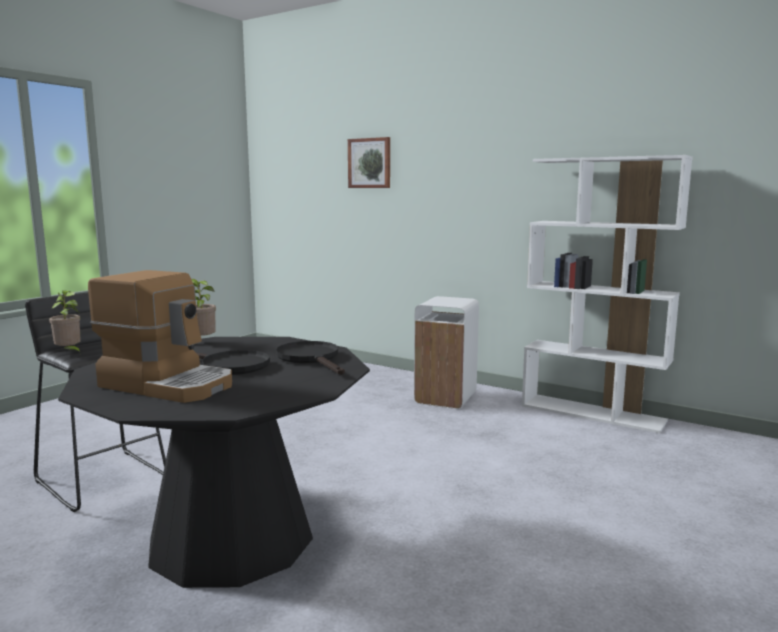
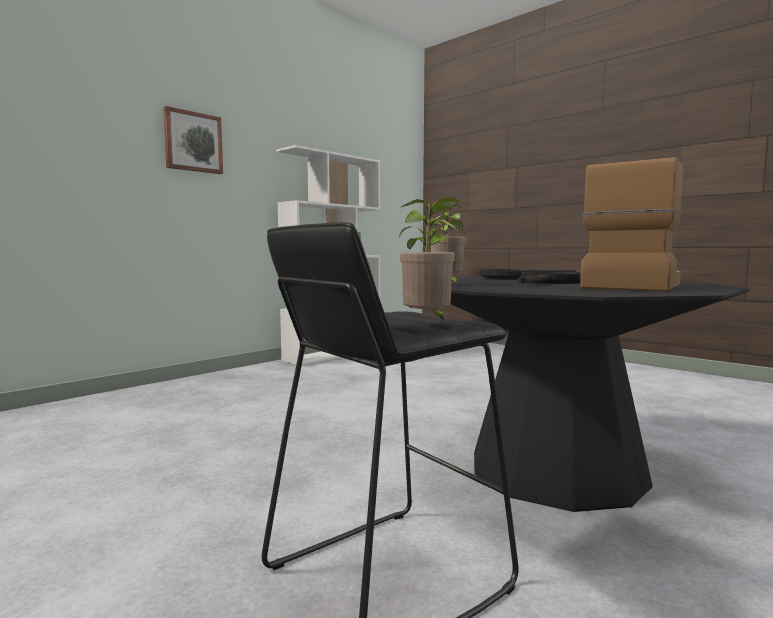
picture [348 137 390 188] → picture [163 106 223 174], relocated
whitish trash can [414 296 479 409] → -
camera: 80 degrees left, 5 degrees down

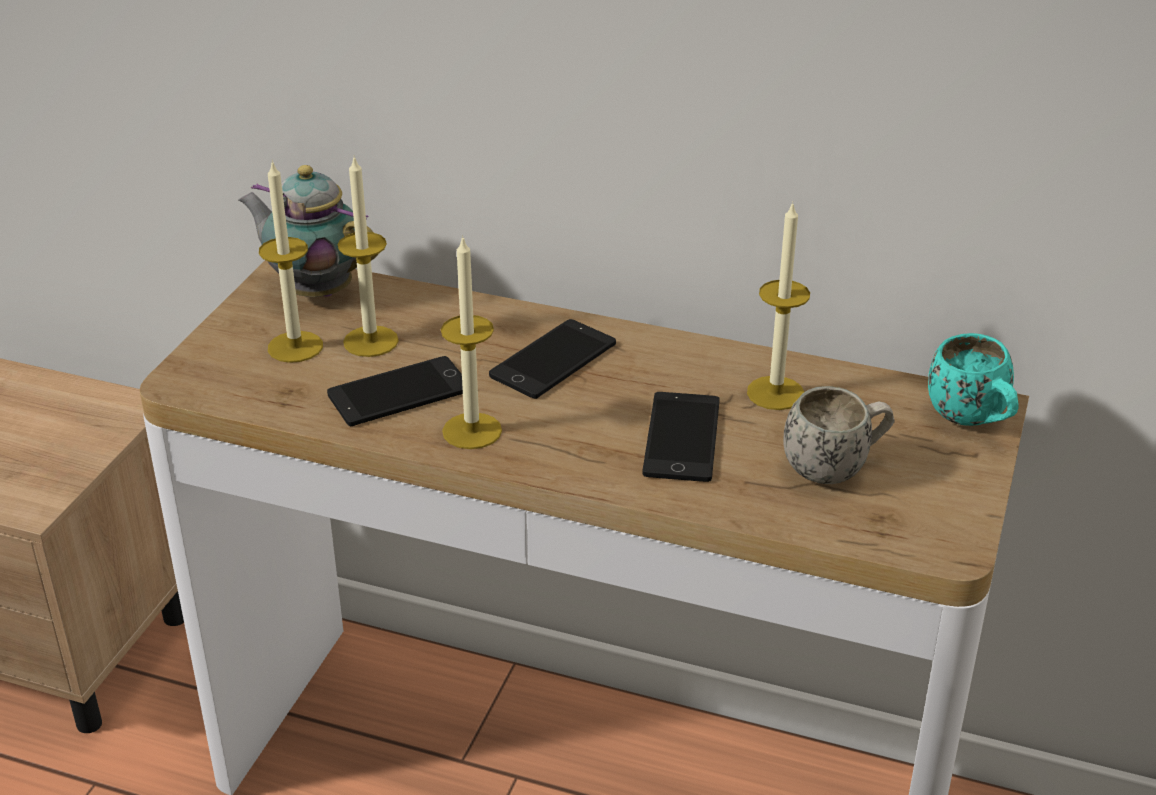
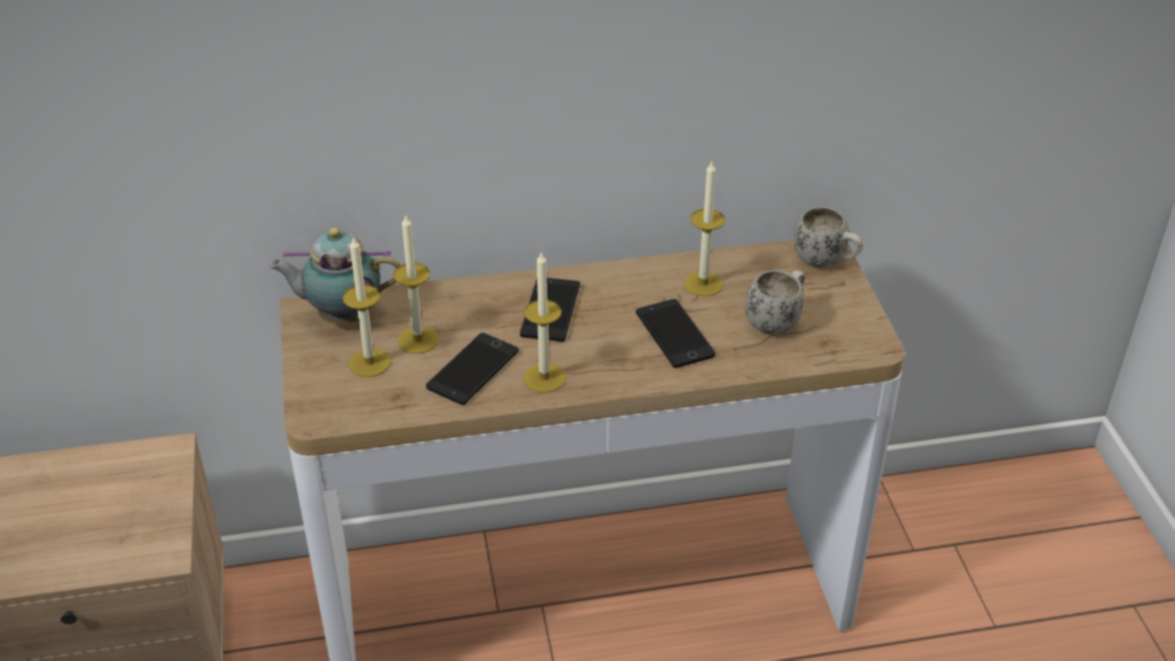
turquoise-coloured mug [928 333 1019 426] → whitish mug [794 206 863 267]
camera: 30 degrees left, 5 degrees up

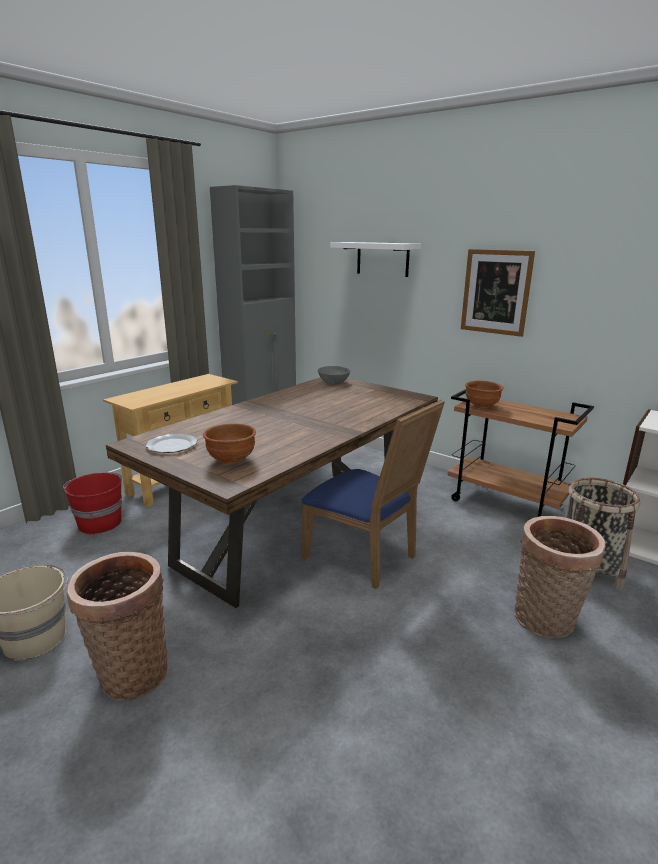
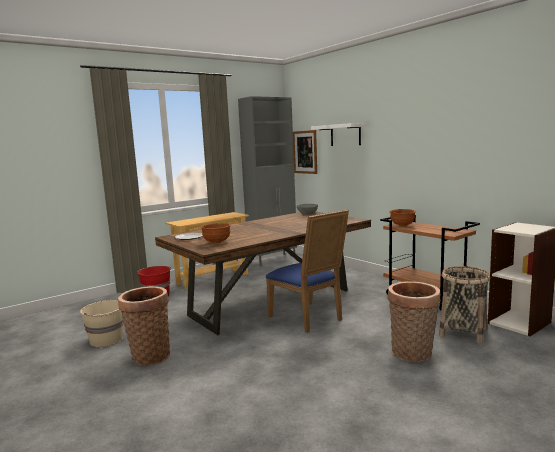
picture [461 249 535 337] → picture [293 130 317 174], relocated
camera: 15 degrees right, 10 degrees down

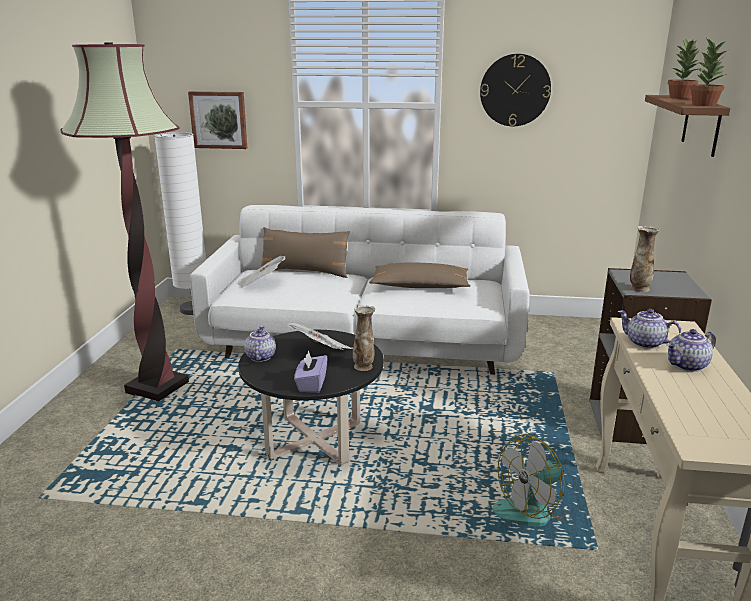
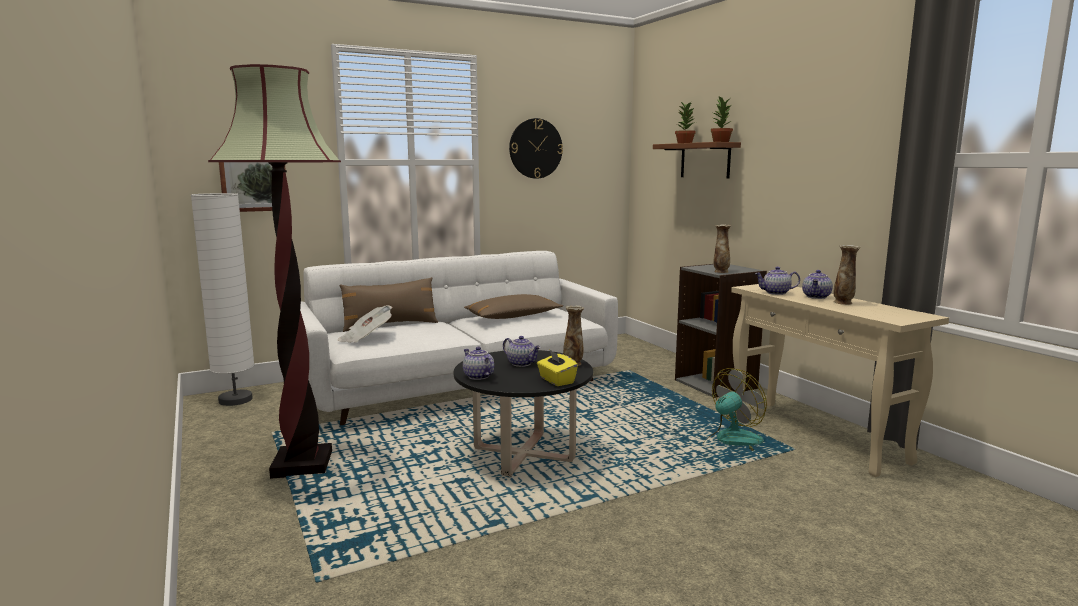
printed paper [287 323 353 350] → pot for tea [503 336 541 367]
purple-coloured box of tissues [294 350 327 393] → yellow box of tissues [537 349 578 386]
electric fan [492 434 570 527] → electric fan [703 368 767 451], 150 degrees counterclockwise
- → flower vase [833 245 861 305]
camera: 35 degrees left, 10 degrees down

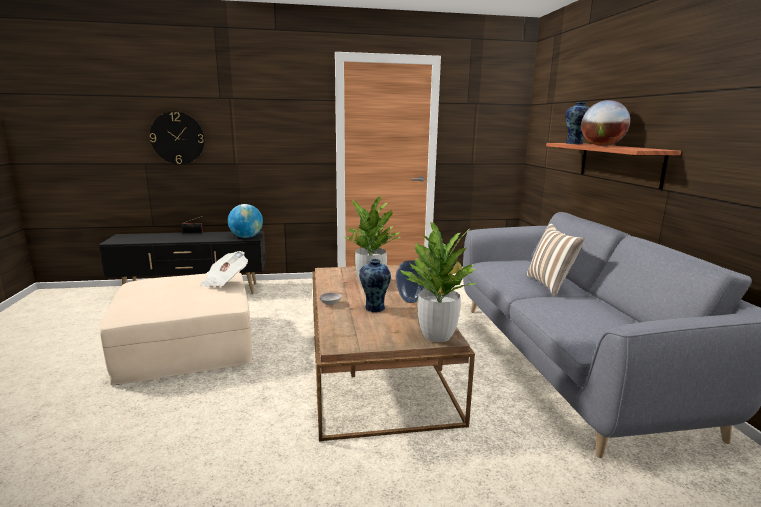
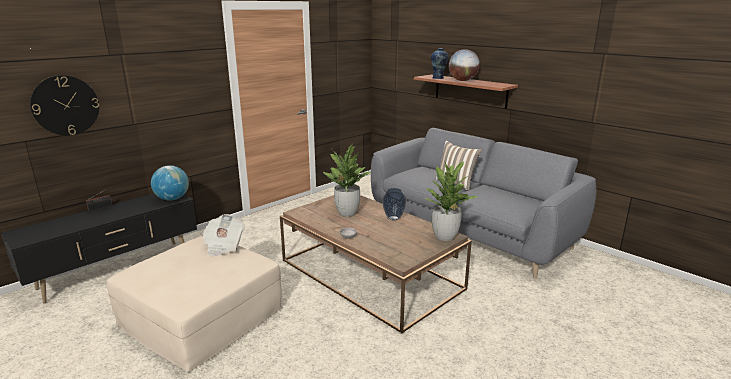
flower vase [359 259 391 312] → -
camera: 35 degrees left, 5 degrees up

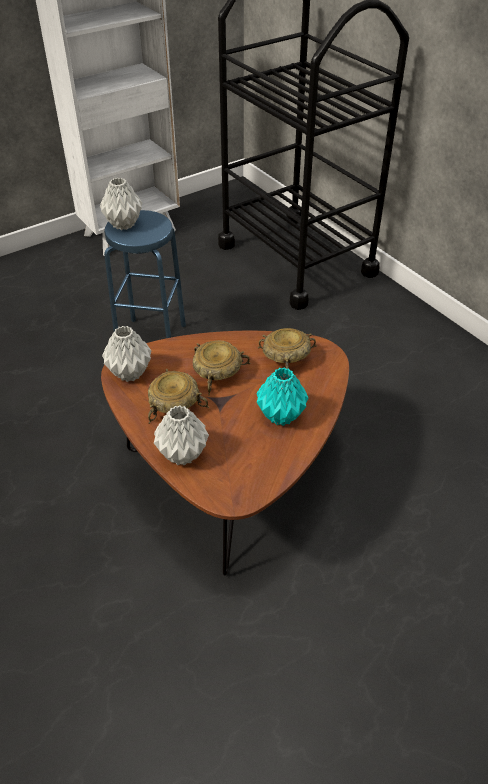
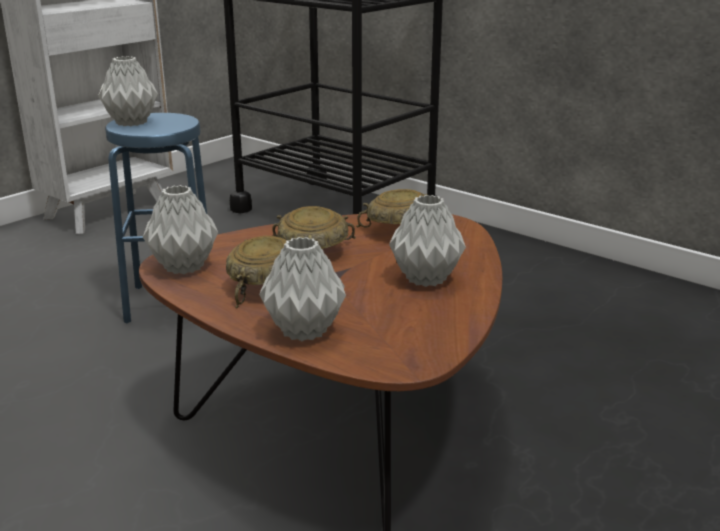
turquoise-coloured flower vase [256 367 308 426] → gray flower vase [389 195 466 287]
camera: 15 degrees left, 20 degrees down

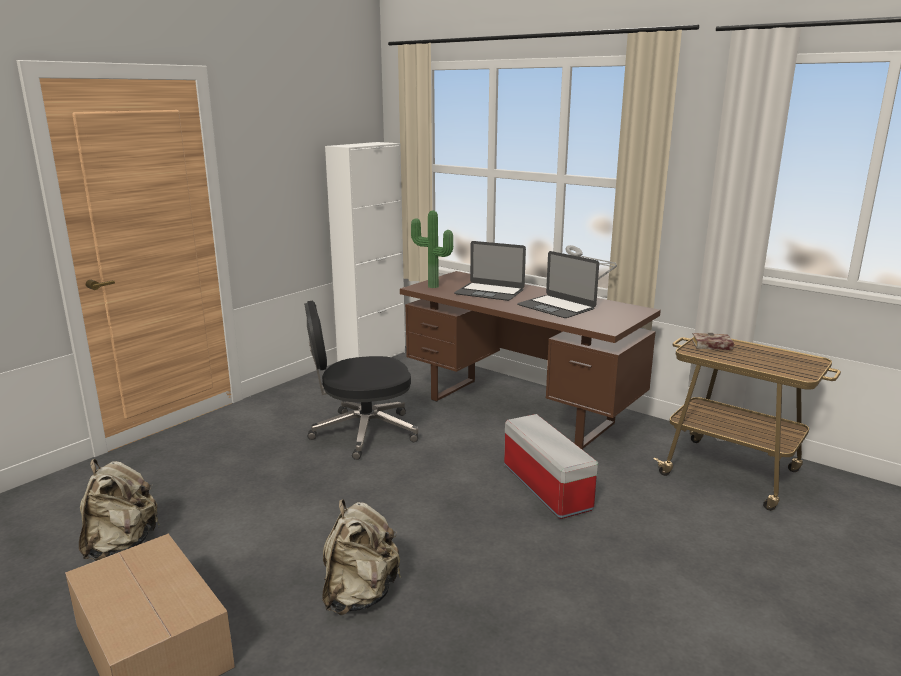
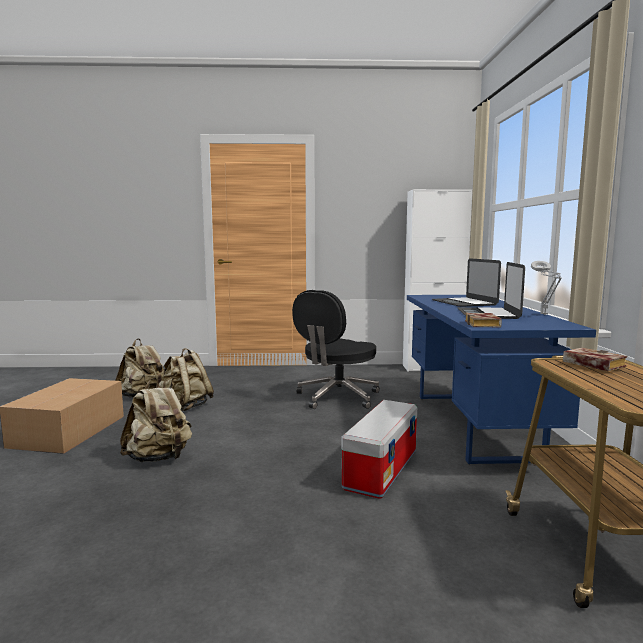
plant in a pot [411 210 453 288] → -
brown-coloured desk [400 271 661 450] → blue desk [407 295 596 465]
black desk chair [304 300 418 460] → black desk chair [292 290 380 409], 90 degrees counterclockwise
- → volume [465 313 502 327]
- → beige-coloured backpack [159 348 214 411]
camera: 50 degrees right, 10 degrees down

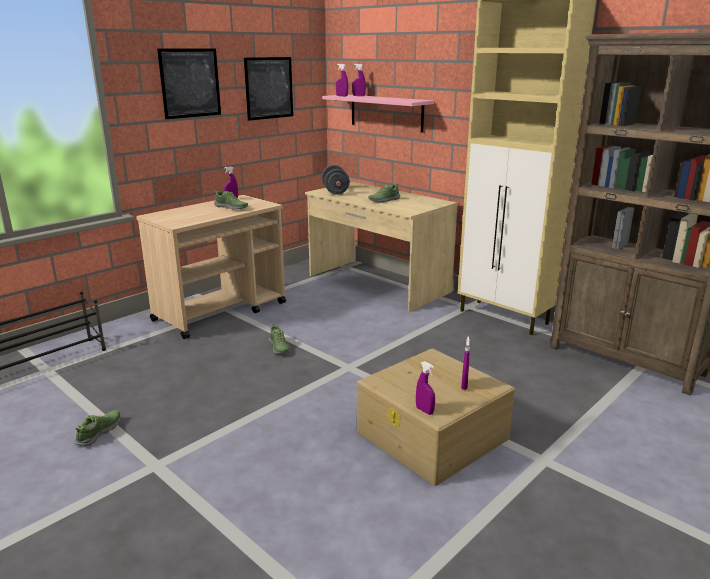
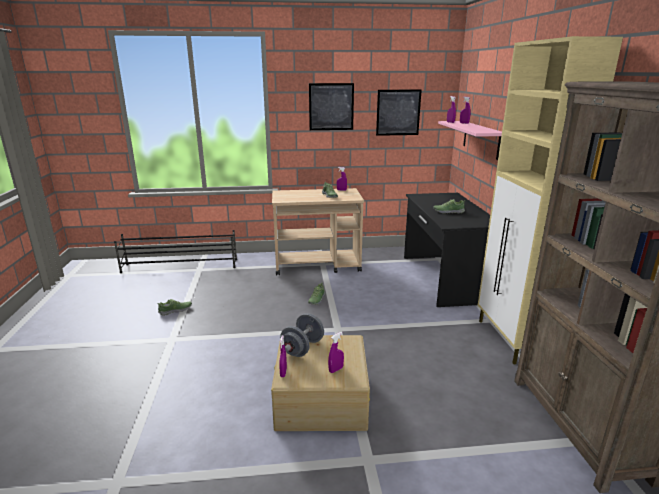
gray free weight [322 165 350 194] → gray free weight [280 313 324 357], relocated
beige-coloured desk [305 182 458 312] → black desk [404 193 490 307]
camera: 40 degrees right, 0 degrees up

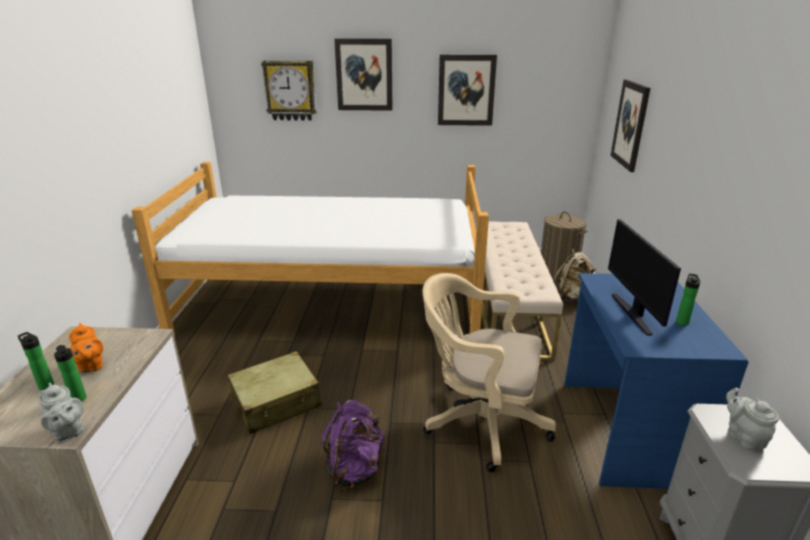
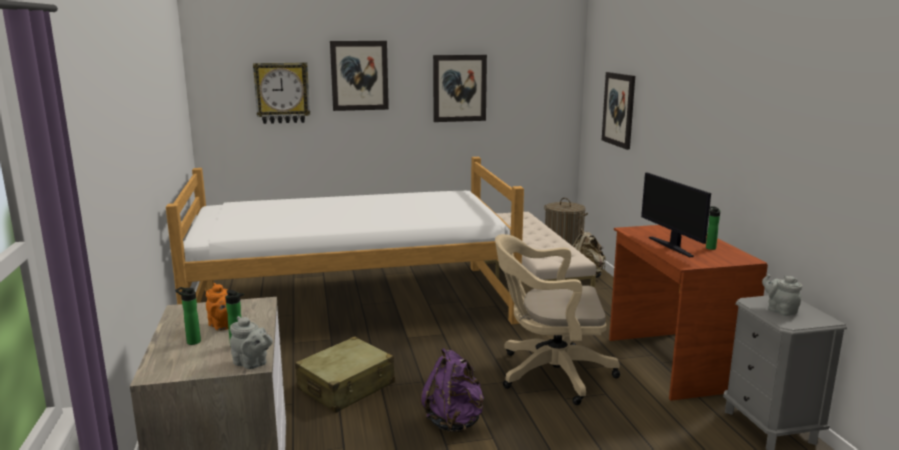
blue desk [564 273 749 489] → brown-coloured desk [609 225 768 401]
camera: 15 degrees left, 10 degrees down

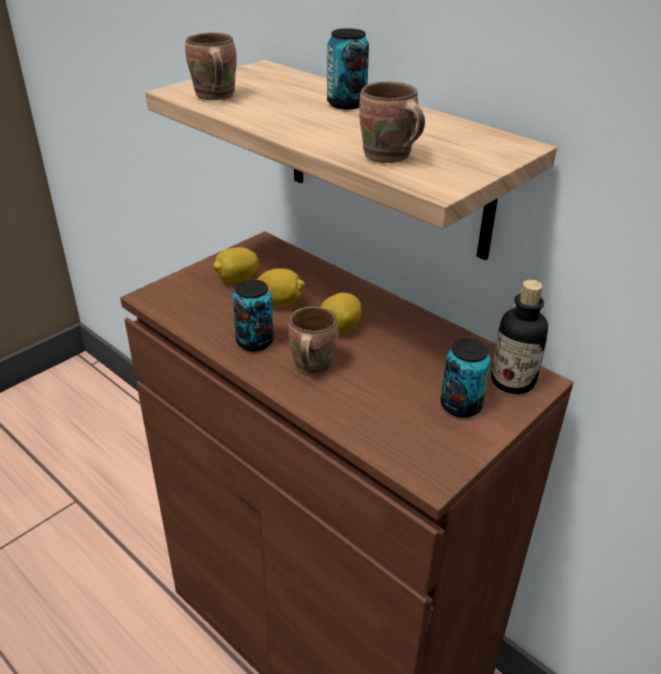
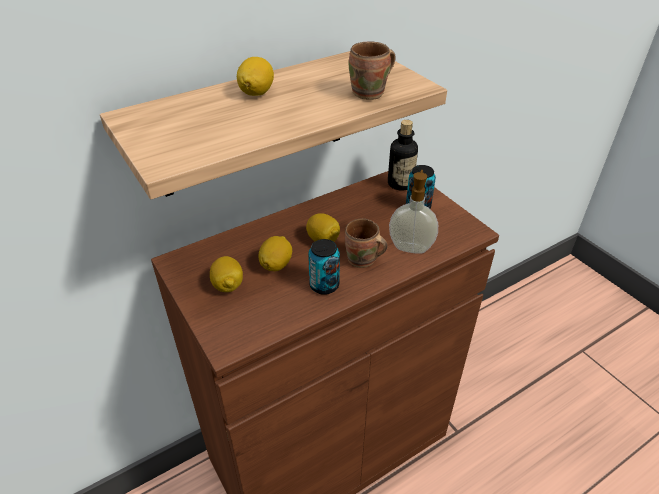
metal can [327 28 369 109] → lemon [237 57 274 96]
brown-coloured mug [185 33 237 100] → -
- → soap dispenser [389 170 438 254]
camera: 75 degrees left, 5 degrees up

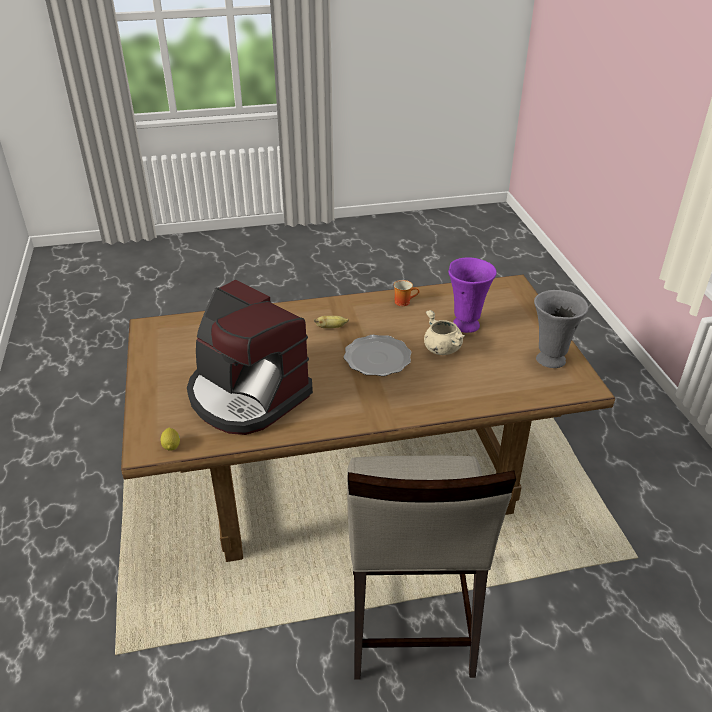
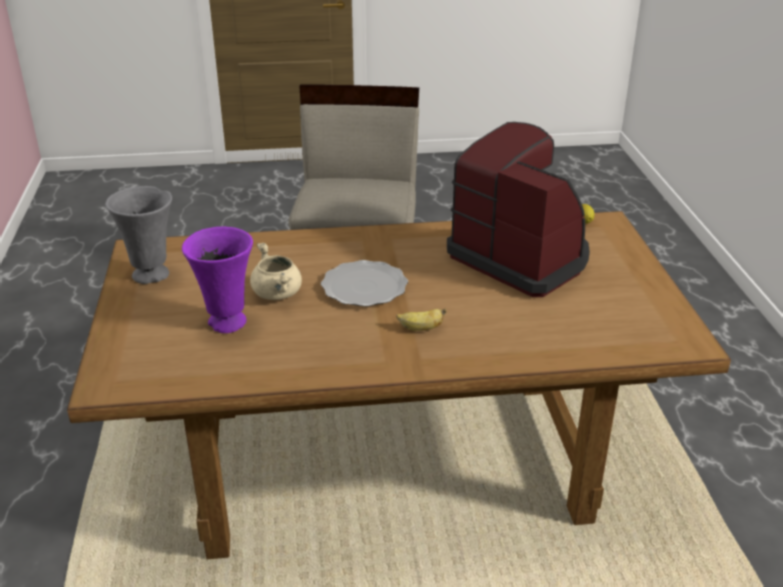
mug [394 280 419 306] → -
camera: 175 degrees left, 5 degrees down

